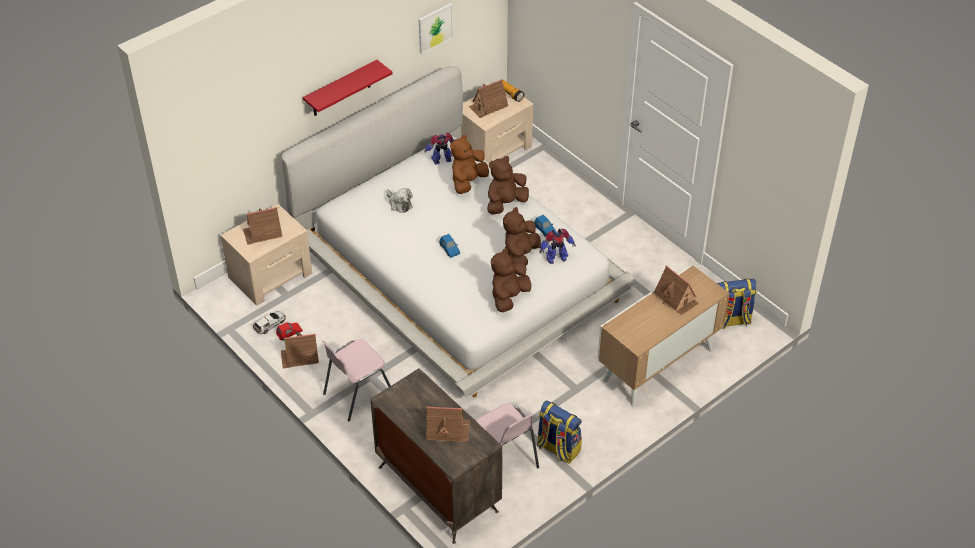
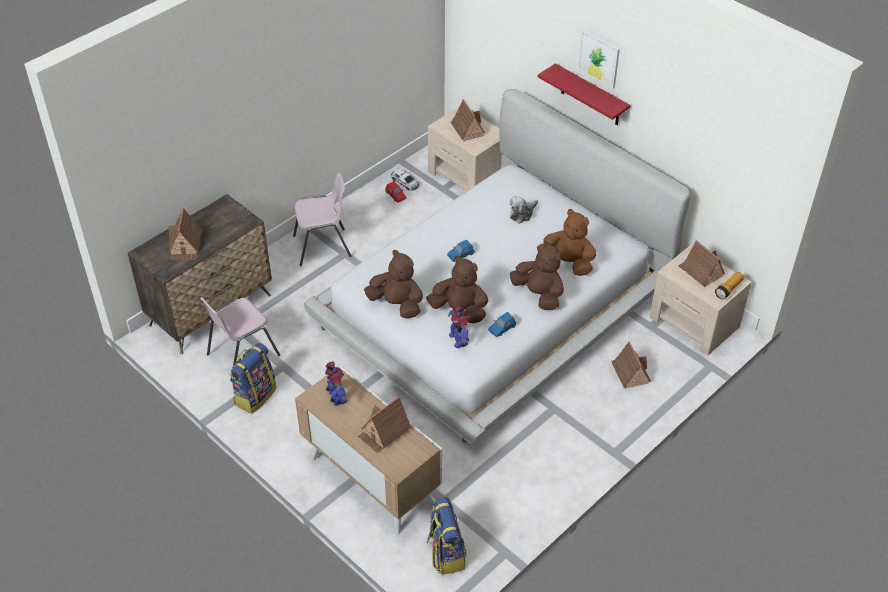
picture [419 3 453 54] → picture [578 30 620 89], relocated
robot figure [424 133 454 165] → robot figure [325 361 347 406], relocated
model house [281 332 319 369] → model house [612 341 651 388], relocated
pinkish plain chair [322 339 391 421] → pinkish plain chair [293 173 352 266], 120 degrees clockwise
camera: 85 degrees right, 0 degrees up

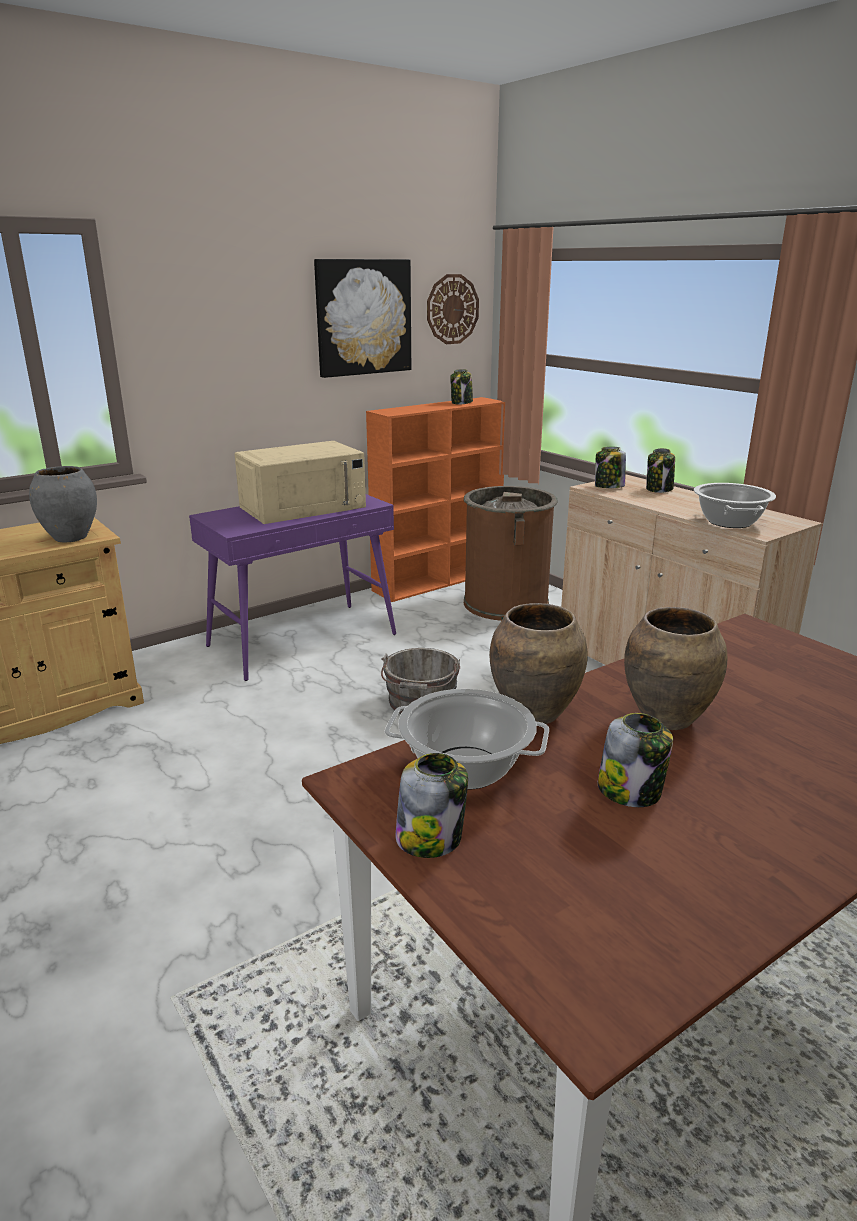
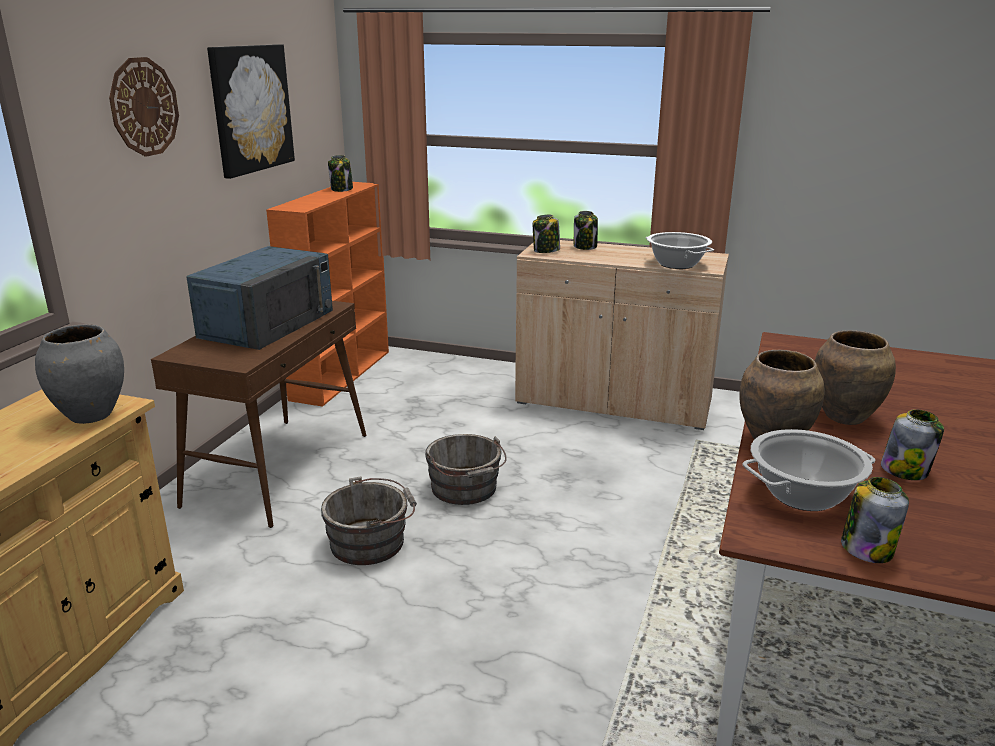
clock on the wall [427 274 479 344] → clock on the wall [109 57 179 157], relocated
beige-coloured microwave [234 441 366 524] → blue microwave [186 246 333 350]
brown-coloured trash can [464 486 558 621] → -
purple-coloured narrow table [189 494 396 681] → brown-coloured narrow table [151 301 366 528]
- → gray pail [321 476 417 565]
camera: 35 degrees left, 0 degrees up

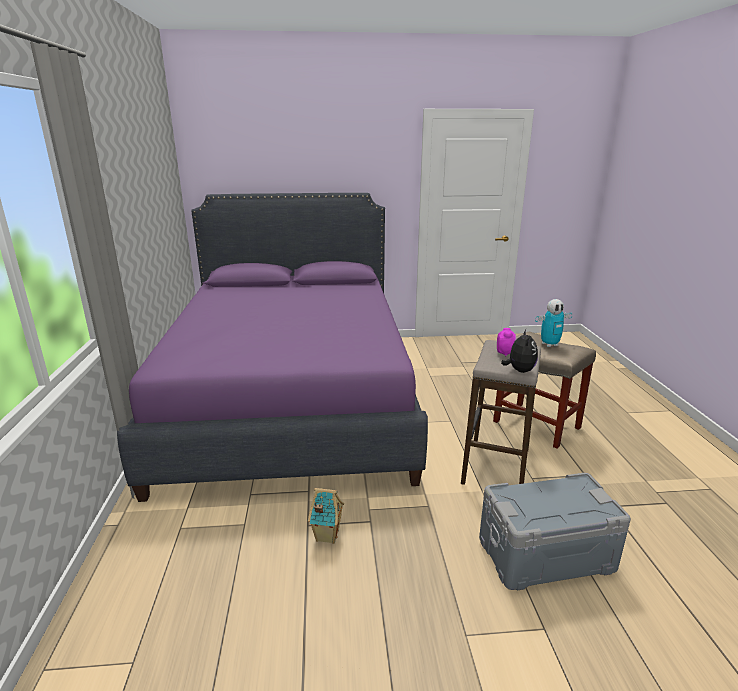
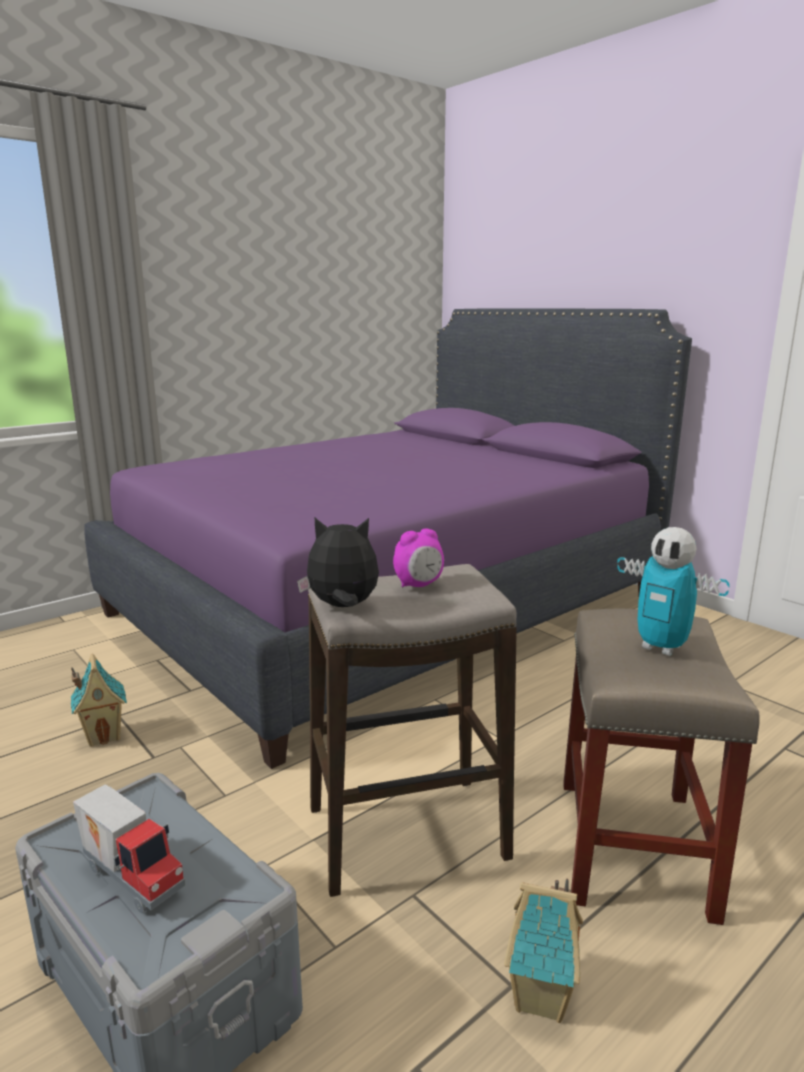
cuddly toy [501 329 538 373] → cuddly toy [297 518 379 607], 150 degrees counterclockwise
- → toy lorry [73 784 185 913]
- → model house [504 878 583 1023]
camera: 55 degrees right, 5 degrees down

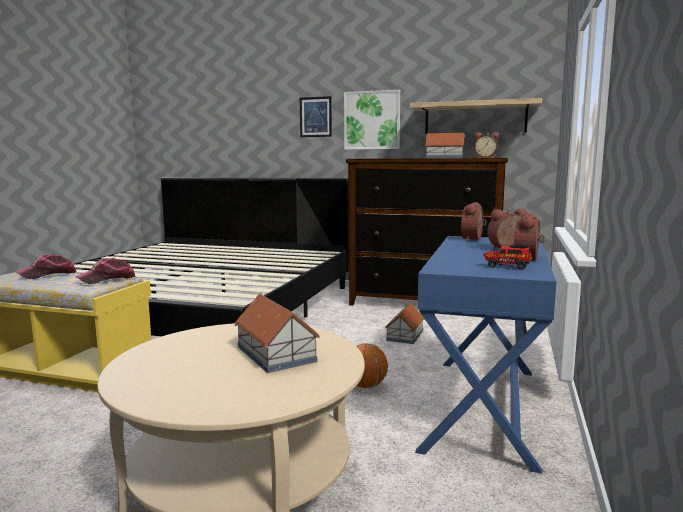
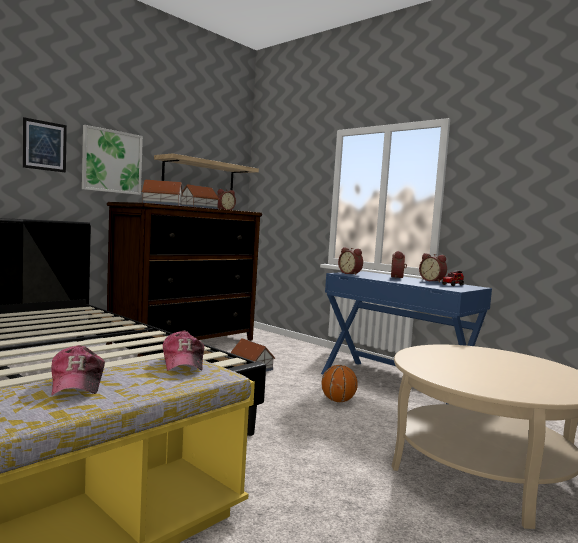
model house [234 294 320 373] → model house [141 180 183 206], relocated
camera: 65 degrees left, 5 degrees down

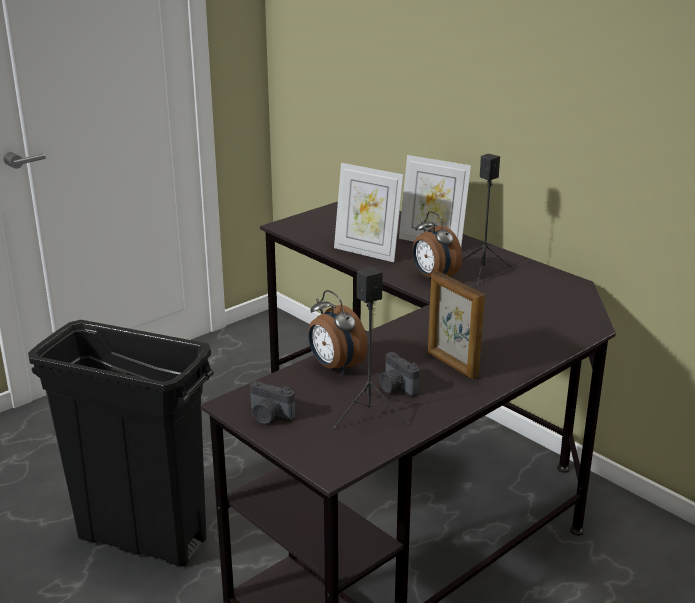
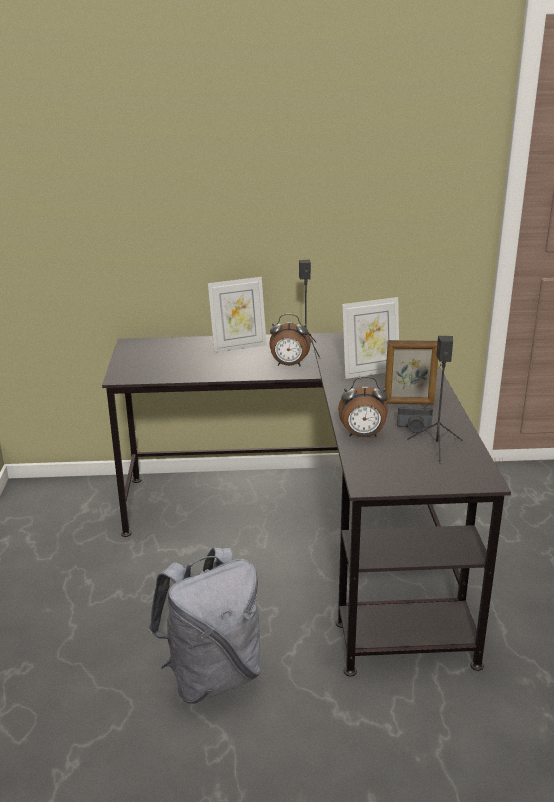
standing frame [334 163 403 262] → standing frame [342 297 399 379], relocated
black trash can [28 320 214 566] → gray backpack [149 548 261 704]
photo camera [250 381 295 424] → -
camera: 50 degrees left, 0 degrees up

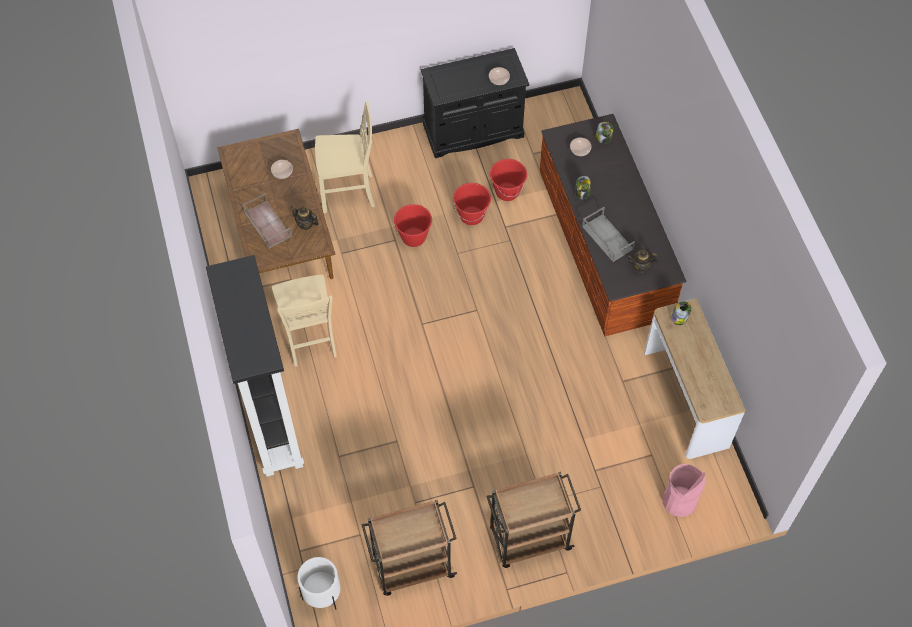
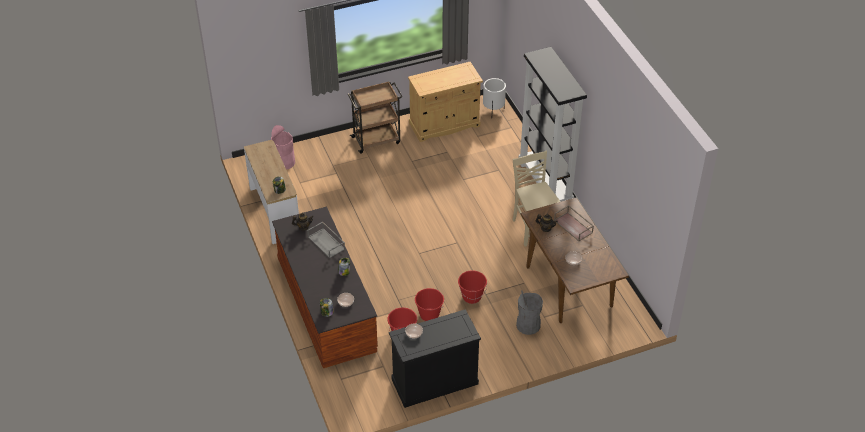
beige-coloured plain chair [315 101 375 213] → gray trash can [516 290 543 335]
brown-coloured wheeled cart [362 500 457 596] → beige-coloured cabinet [408 62 483 142]
camera: 175 degrees right, 15 degrees down

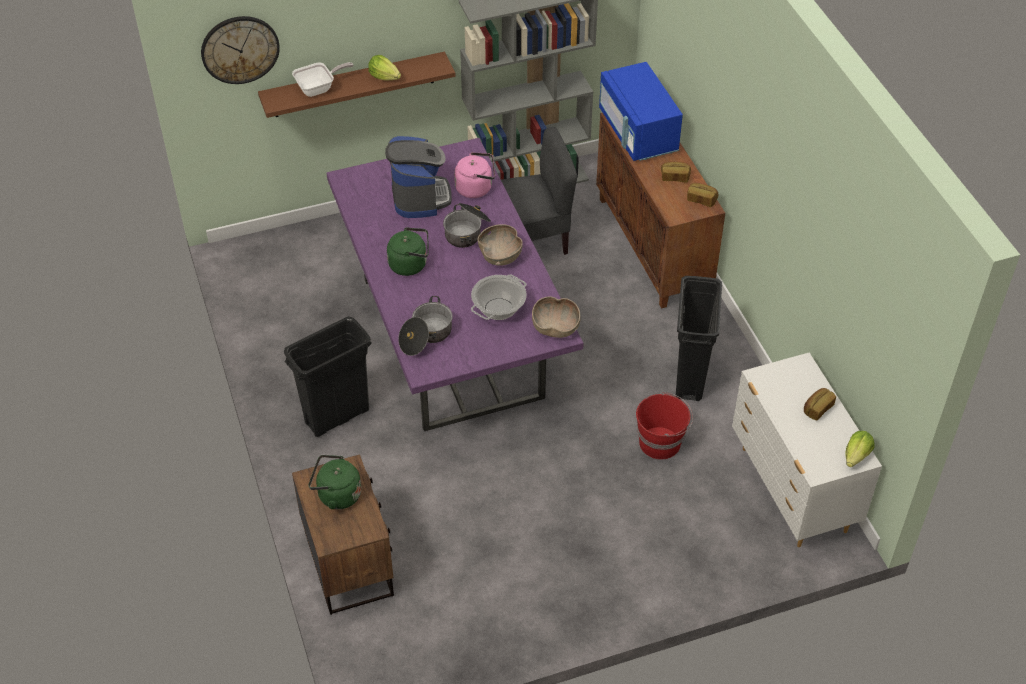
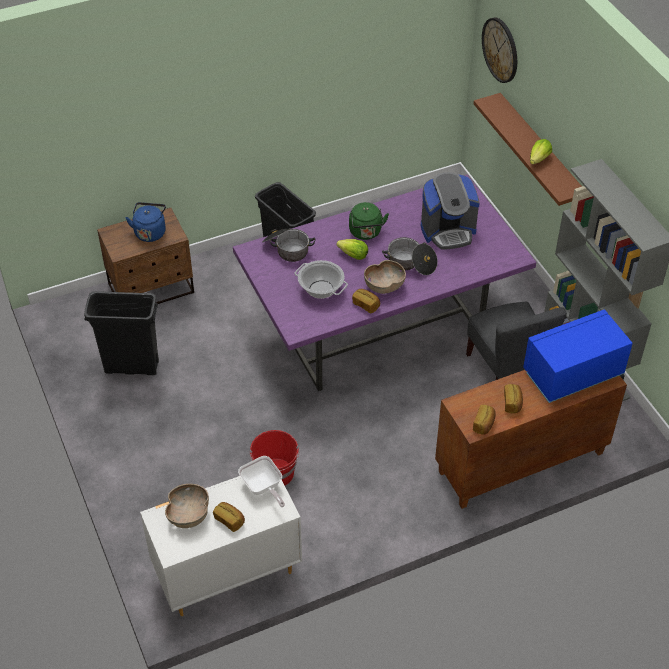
skillet [292 62 353 97] → skillet [238 456 285 507], relocated
pinkish water kettle [454 152 495 198] → -
black trash can [676 276 722 401] → black trash can [84 291 159 375], relocated
brown-coloured bowl [532 296 581 338] → brown-coloured bowl [165 484 209 528], relocated
lettuce head [846 431 875 467] → lettuce head [336 239 368 260], relocated
green water kettle [309 455 361 509] → blue water kettle [125 202 166 242]
- → bakery bread [352 289 380 313]
camera: 85 degrees right, 0 degrees up

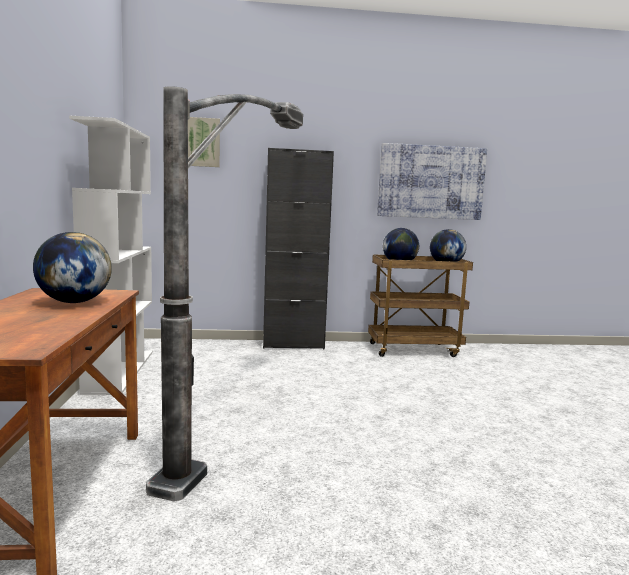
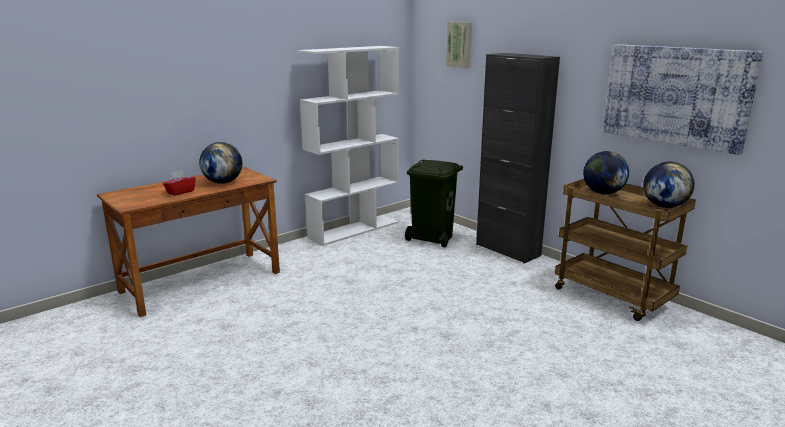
standard lamp [146 86 303 502] → -
- → green trash can [405 159 463 247]
- → red-coloured box of tissues [163 170 196 196]
camera: 55 degrees right, 10 degrees up

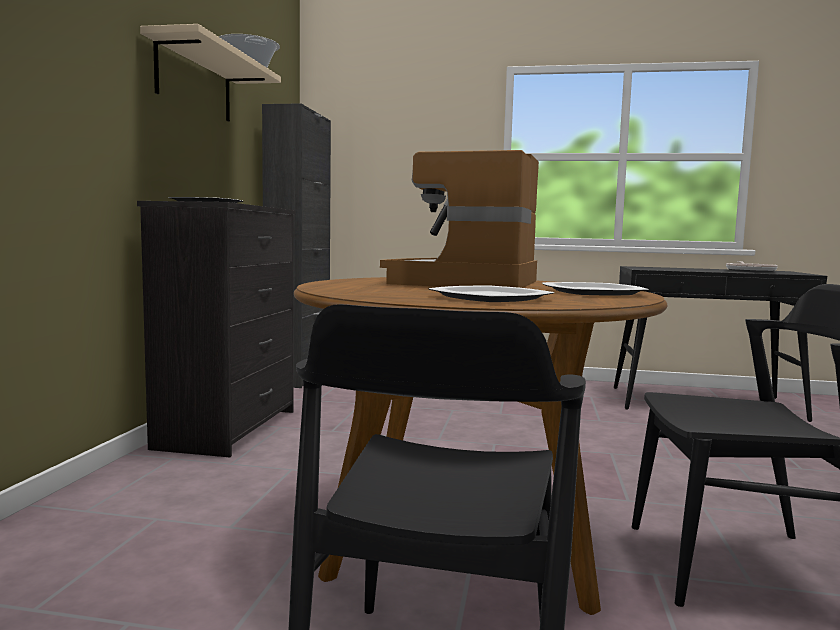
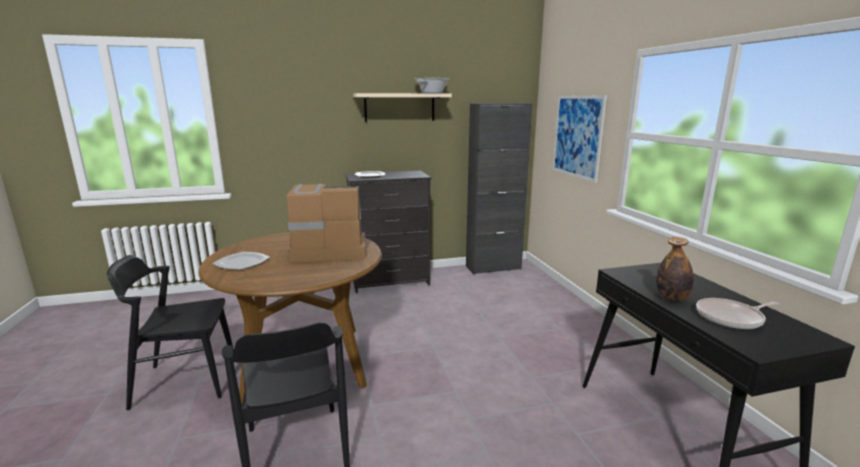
dinner plate [542 282 649 296] → -
- → picture [553 95 607 183]
- → bottle [656 237 694 302]
camera: 65 degrees right, 10 degrees up

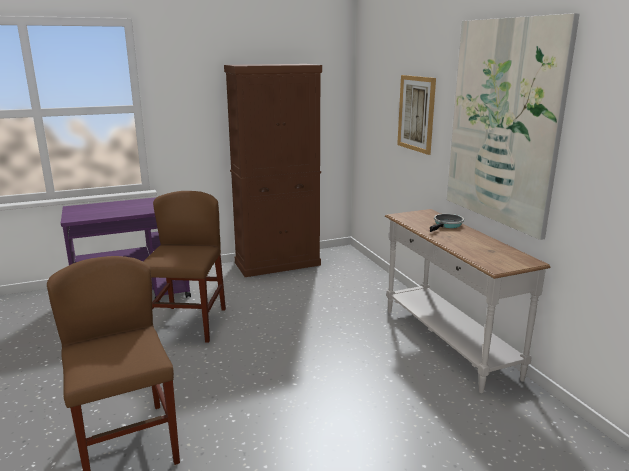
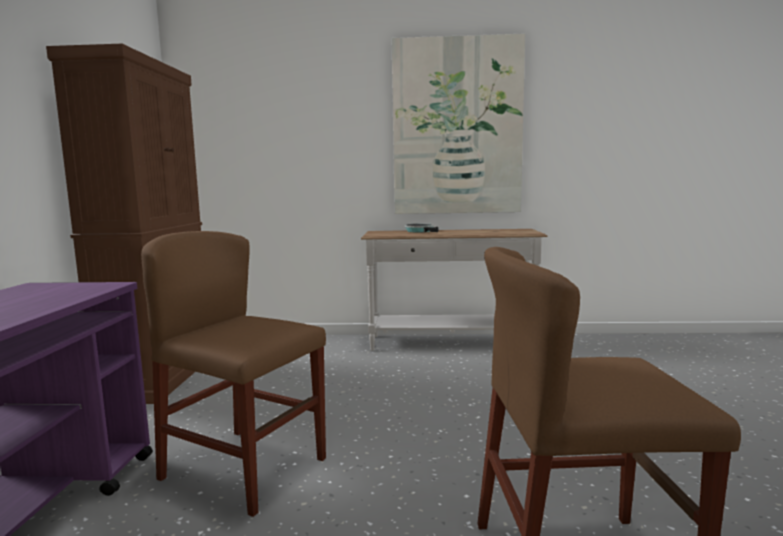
picture [397 75 436 155] → -
camera: 65 degrees left, 10 degrees down

